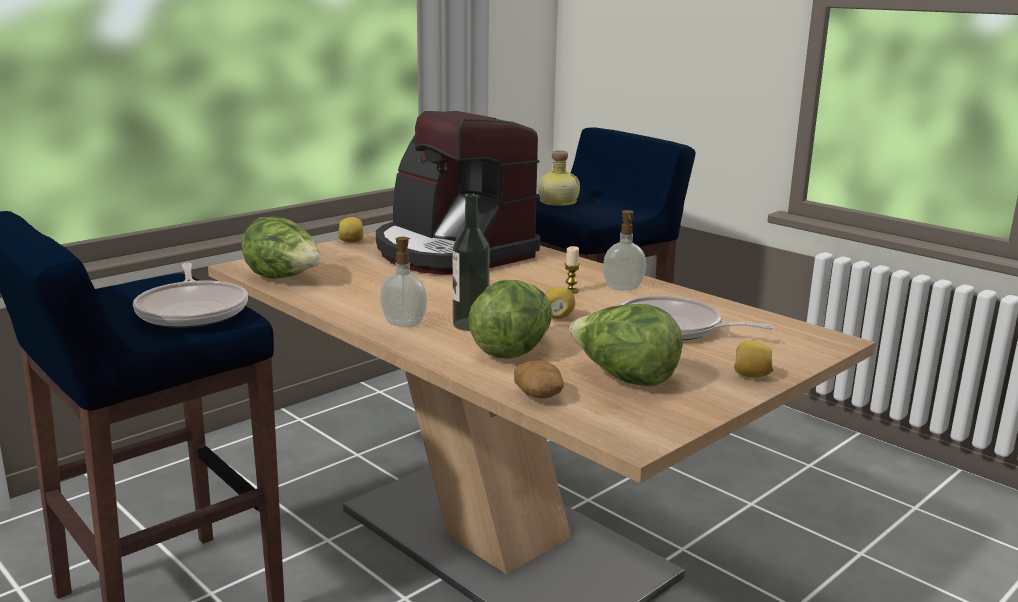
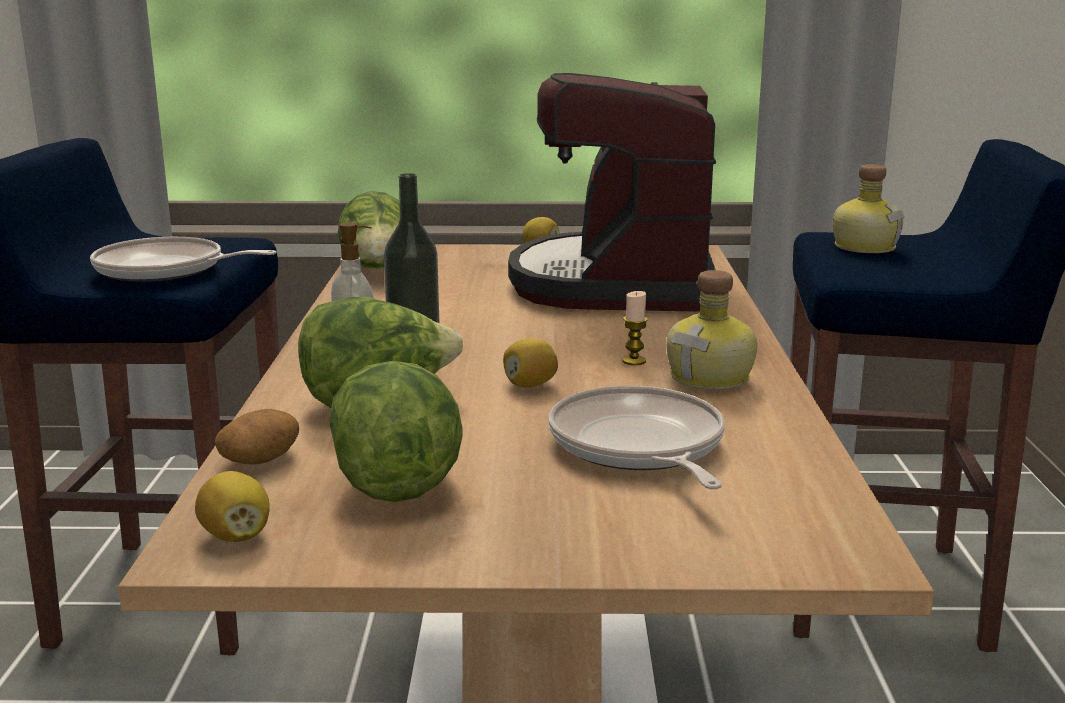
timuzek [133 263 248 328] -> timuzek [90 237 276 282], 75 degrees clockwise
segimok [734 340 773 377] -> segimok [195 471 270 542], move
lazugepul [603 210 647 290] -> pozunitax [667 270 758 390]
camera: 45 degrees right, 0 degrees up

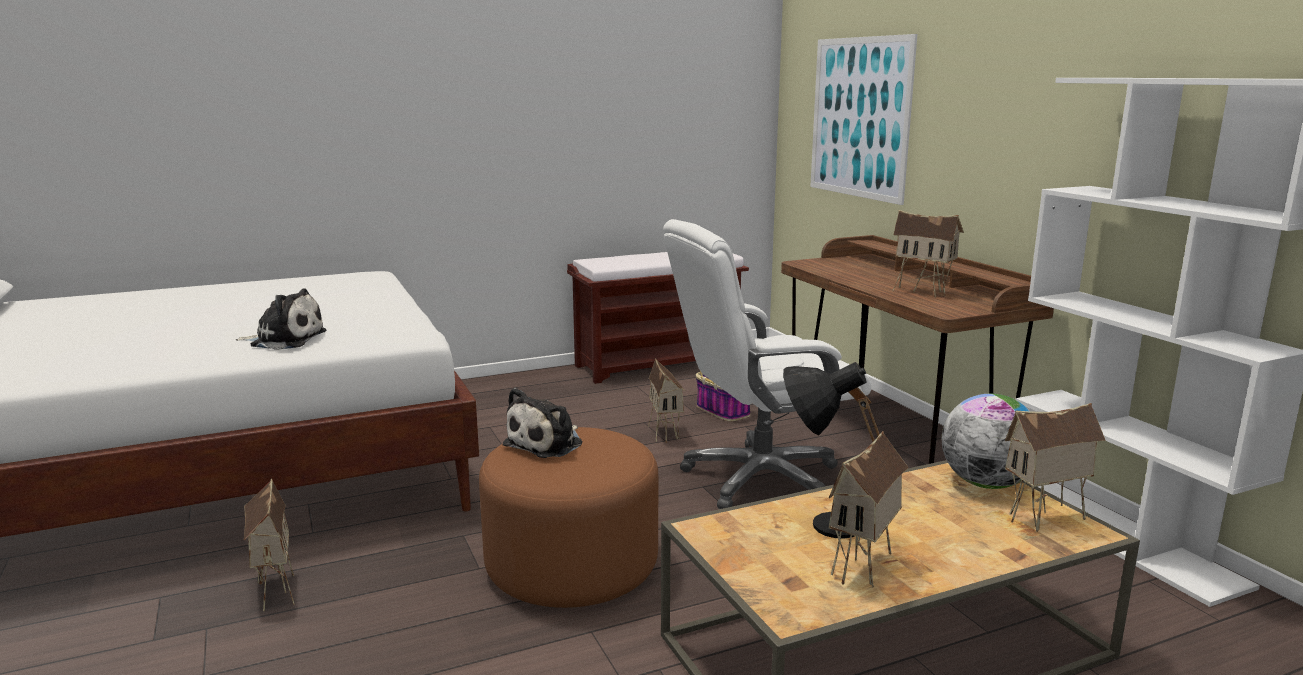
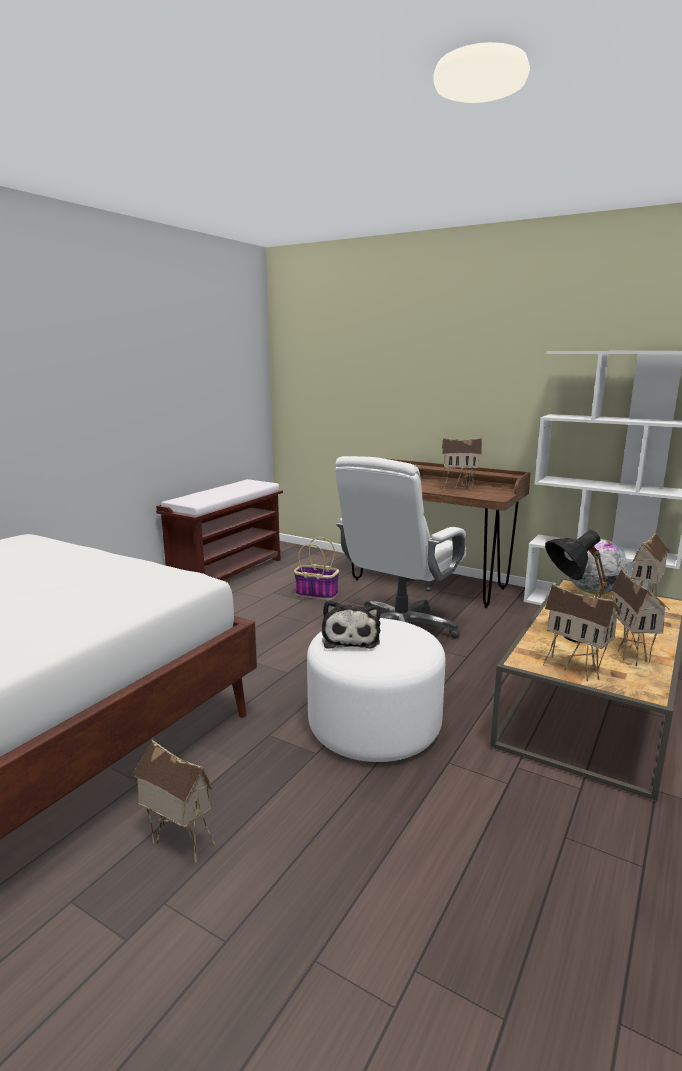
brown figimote [479 427 658 608] -> white figimote [307 618 445 762]
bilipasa [648 358 685 443] -> bilipasa [543 583 622 681], move
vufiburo [235 288 326 350] -> none
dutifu [810 34 917 205] -> none
camera: 35 degrees left, 0 degrees up

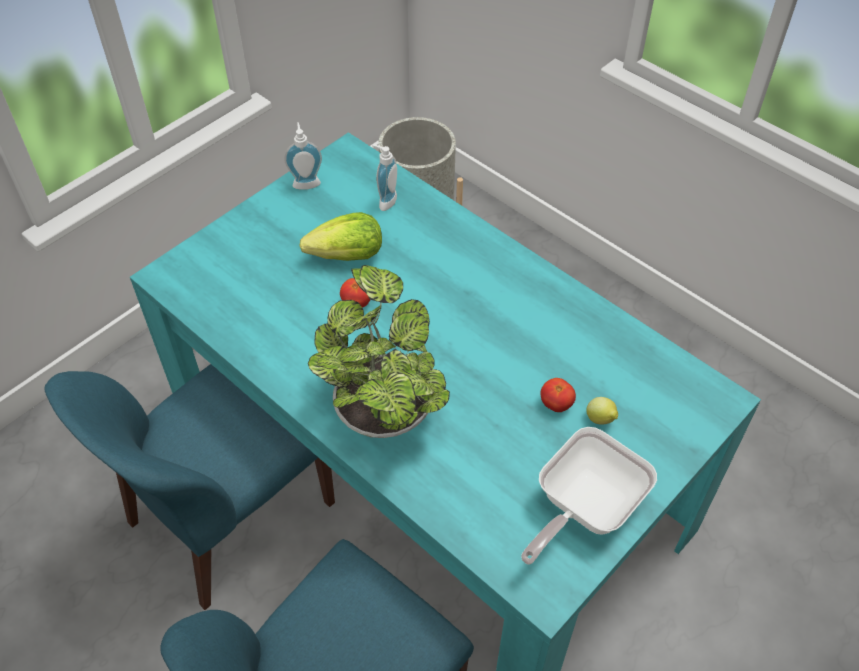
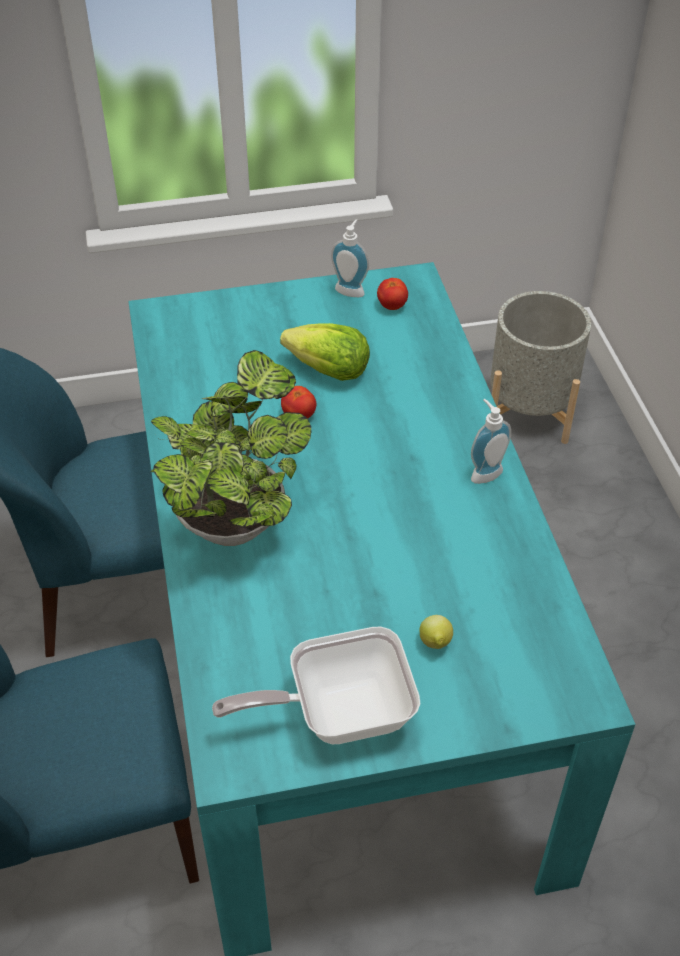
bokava [541 378 576 412] -> bokava [377 278 408 310], move
lazugepul [372 144 397 211] -> lazugepul [471 399 511 484], move
camera: 35 degrees right, 5 degrees down

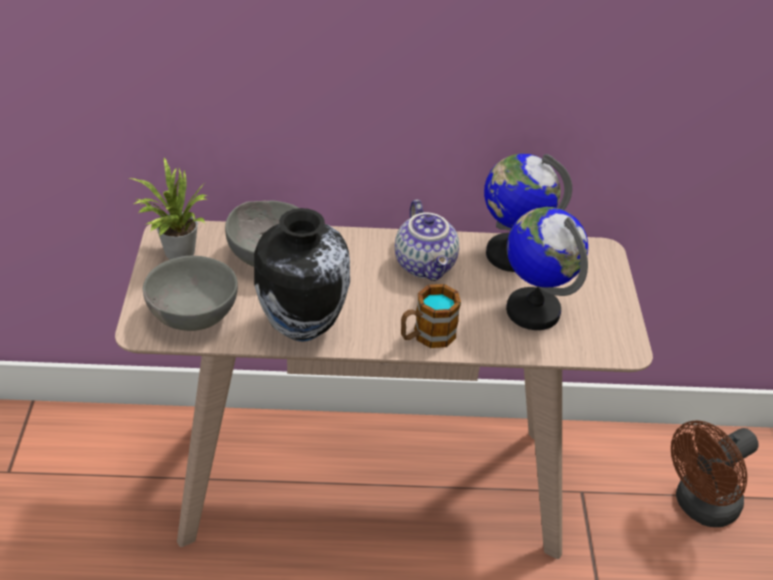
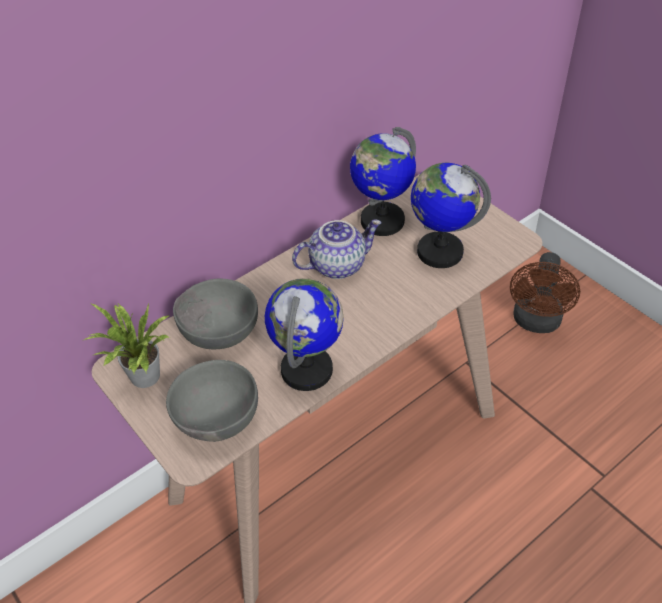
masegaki [254 208 350 342] -> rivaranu [265 278 343 391]
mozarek [395 200 459 281] -> mozarek [292 219 382 279], 60 degrees counterclockwise
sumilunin [401 284 461 348] -> none
camera: 35 degrees left, 5 degrees up

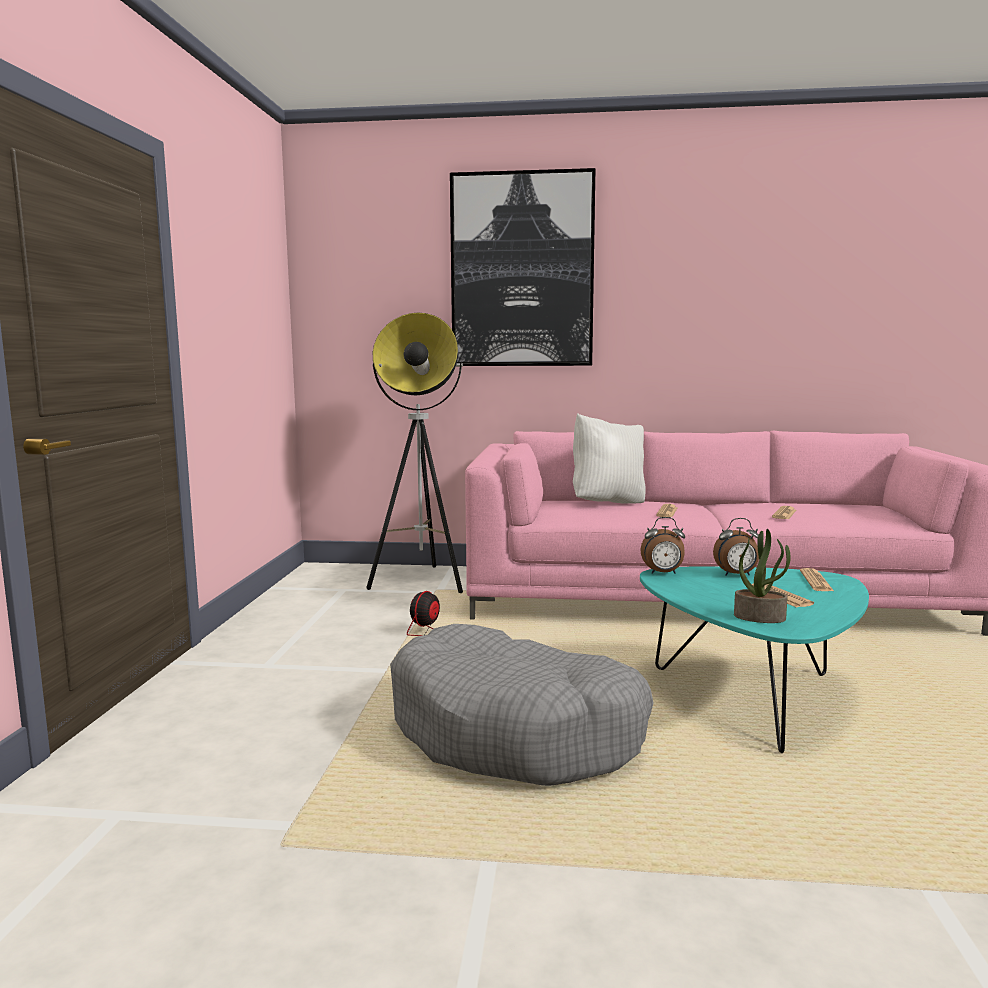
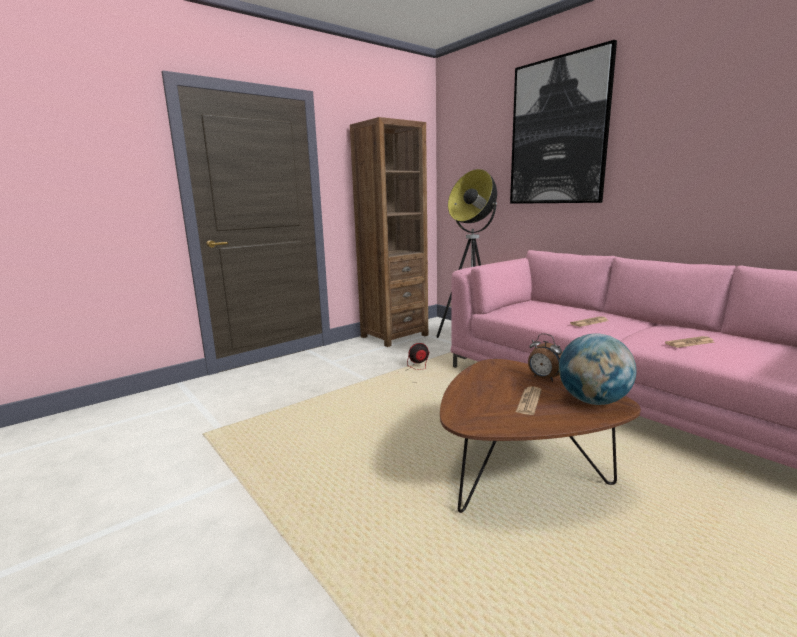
none -> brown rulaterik [350 117 428 347]
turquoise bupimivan [640 566 869 753] -> brown bupimivan [440 359 641 513]
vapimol [800 568 835 592] -> rivaranu [559 333 636 405]
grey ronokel [390 624 653 786] -> none
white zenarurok [573 413 646 503] -> none
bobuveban [641 517 685 574] -> none
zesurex [734 529 791 623] -> none
camera: 45 degrees right, 5 degrees up

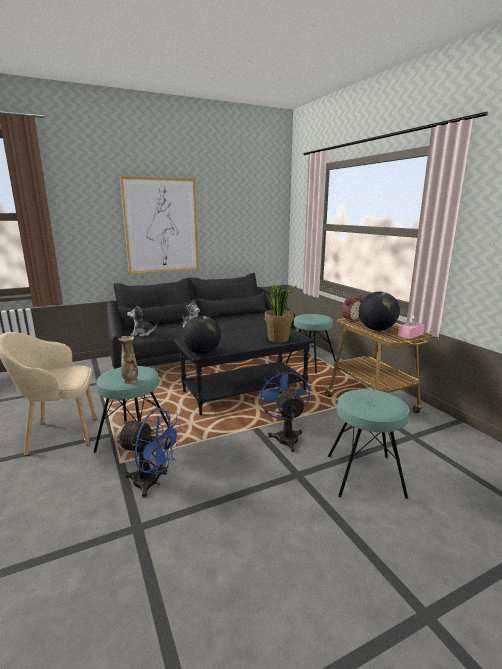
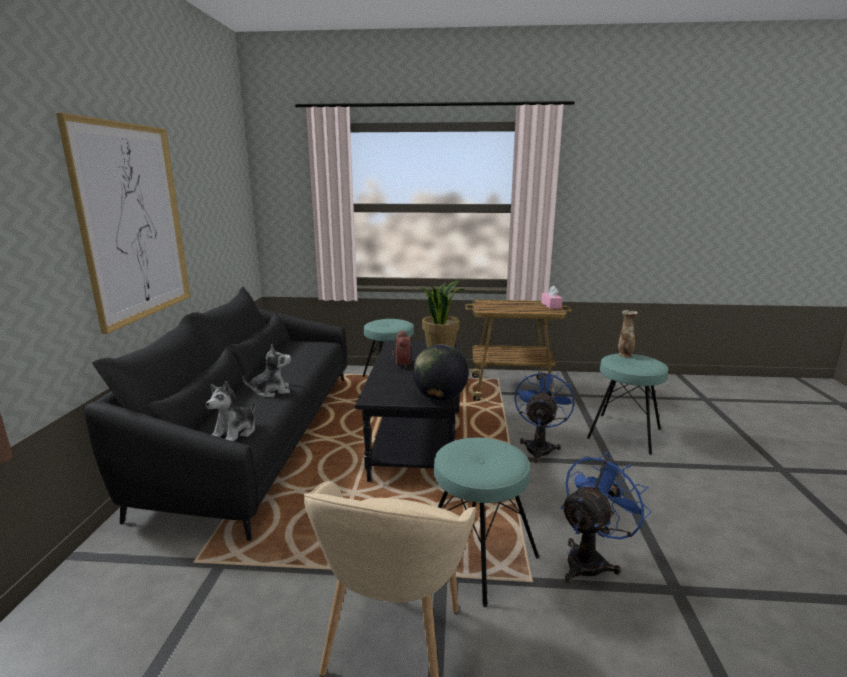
bobuveban [342 296 363 322] -> bobuveban [392 331 411 368], move
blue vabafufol [259 370 310 452] -> blue vabafufol [514 369 575 463], 90 degrees clockwise
masegaki [119 336 138 384] -> masegaki [618 310 638 357], move
rivaranu [359 292 400 331] -> none
camera: 60 degrees left, 0 degrees up

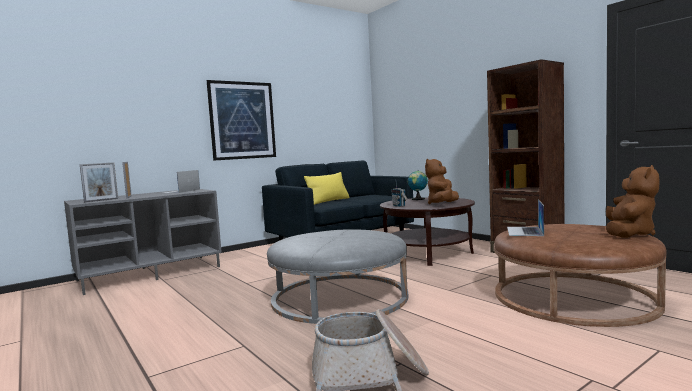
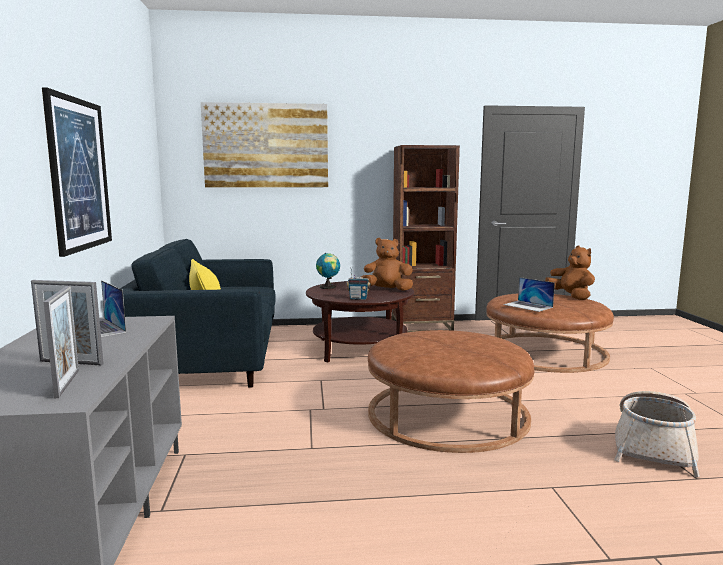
none -> dutifu [201 102 328 188]
brown vufiburo [425 159 459 204] -> brown vufiburo [361 238 413 291], 120 degrees clockwise
grey figimote [267 230 408 324] -> brown figimote [368 330 534 453]
camera: 60 degrees left, 5 degrees up

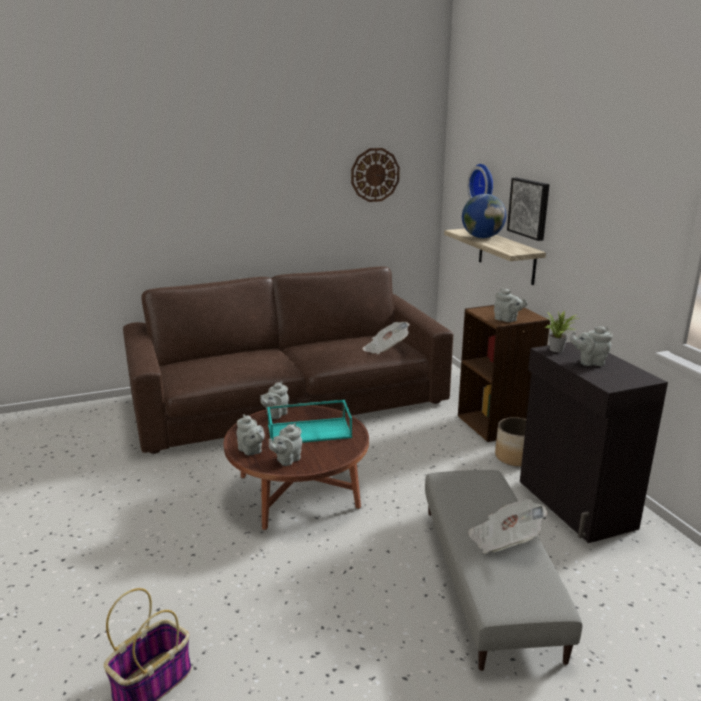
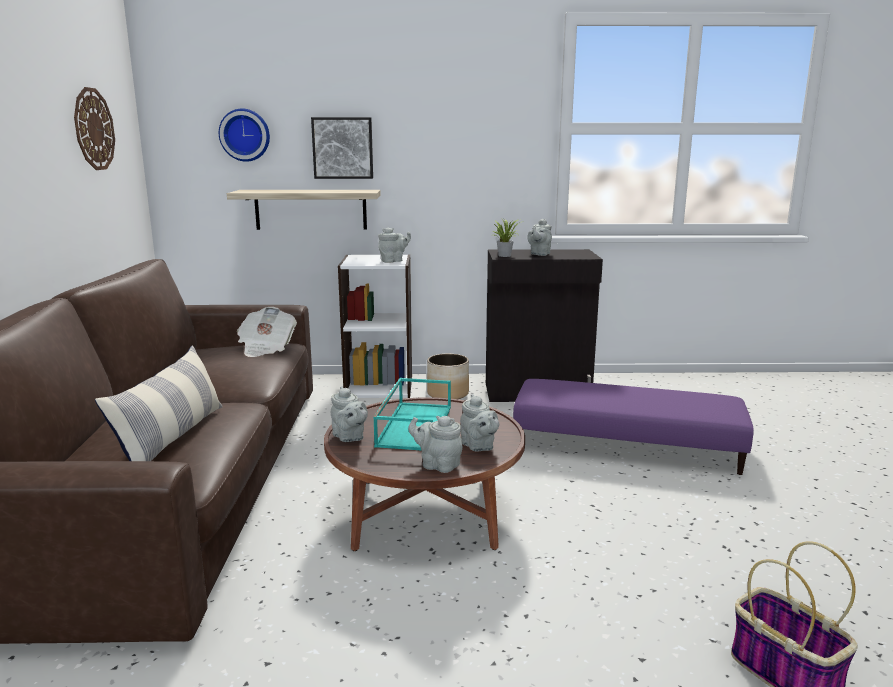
none -> zenarurok [95 345 223 461]
brown rulaterik [458 305 550 442] -> white rulaterik [338 254 412 398]
grey mozarek [236 414 265 455] -> grey mozarek [408 416 463 473], 135 degrees counterclockwise
grey figimote [425 470 582 671] -> purple figimote [513 379 754 475]
rivaranu [462 194 506 238] -> none
vapimol [468 499 547 554] -> none
camera: 70 degrees left, 5 degrees down

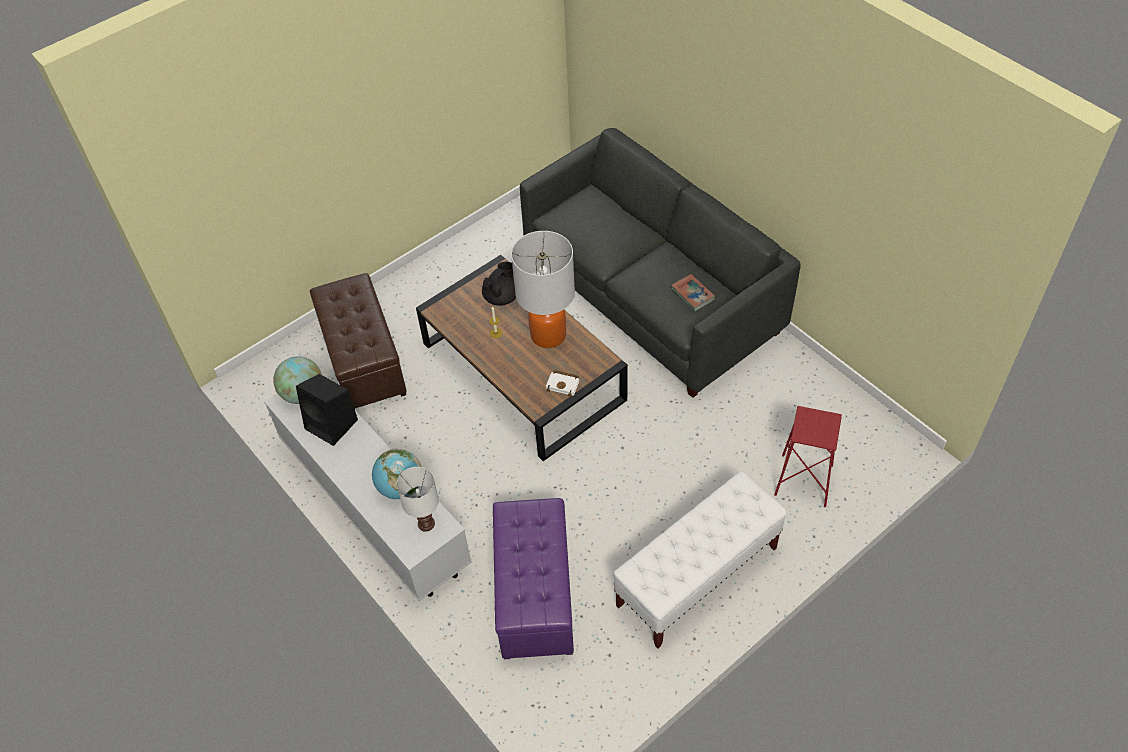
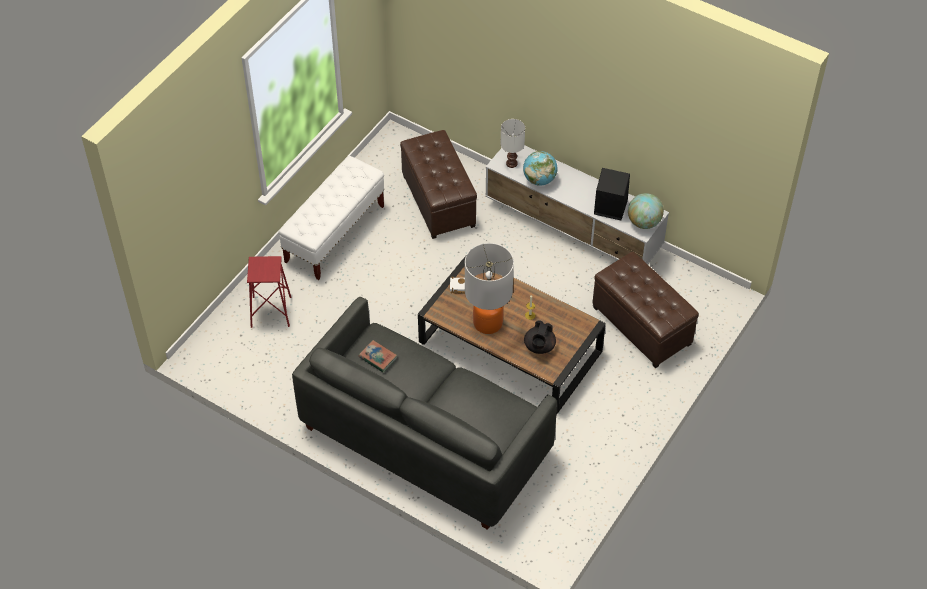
purple figimote [493 498 574 659] -> brown figimote [400 130 477 239]
camera: 160 degrees right, 0 degrees up

